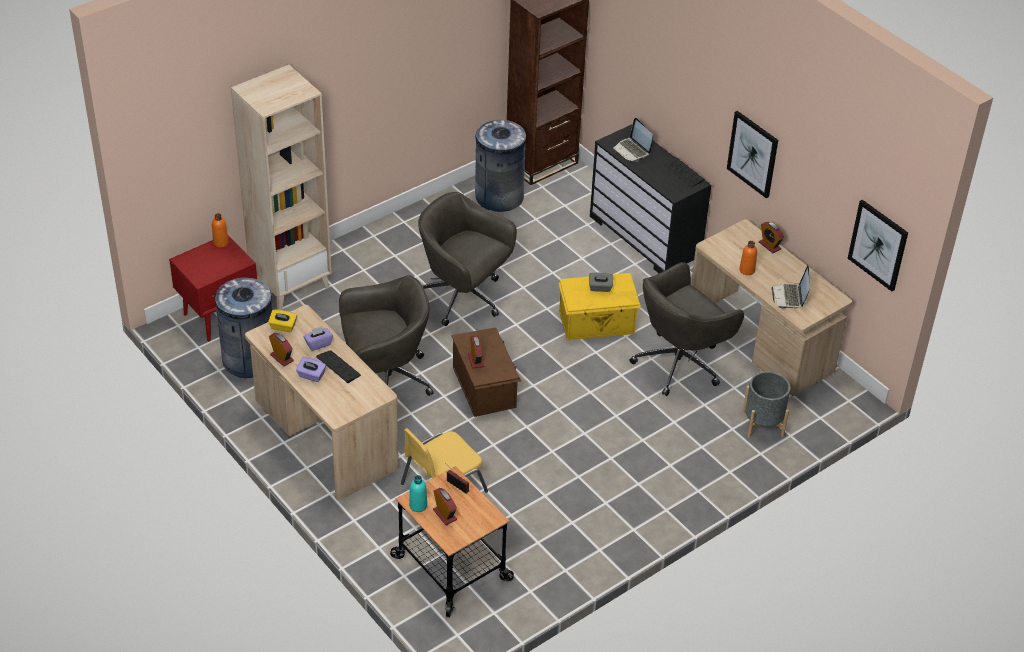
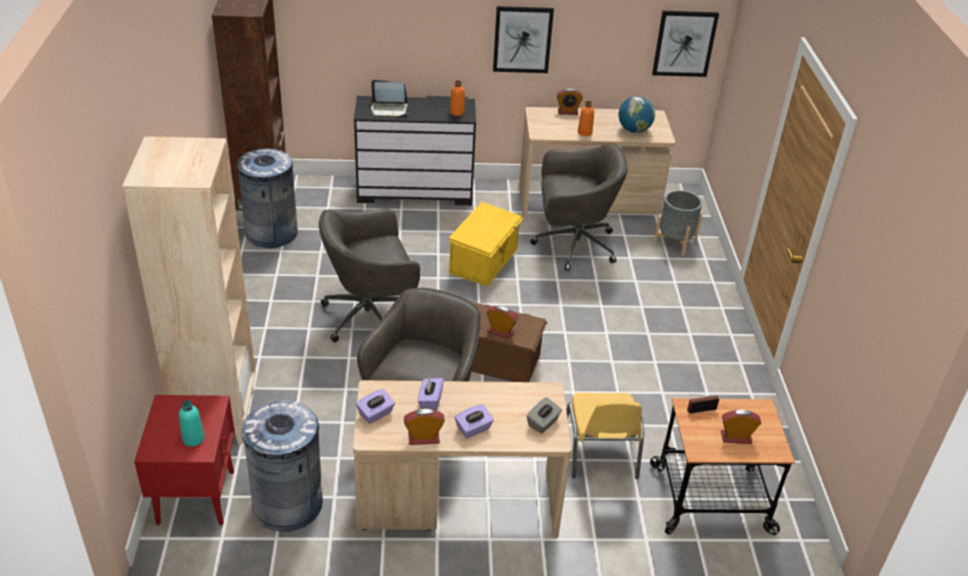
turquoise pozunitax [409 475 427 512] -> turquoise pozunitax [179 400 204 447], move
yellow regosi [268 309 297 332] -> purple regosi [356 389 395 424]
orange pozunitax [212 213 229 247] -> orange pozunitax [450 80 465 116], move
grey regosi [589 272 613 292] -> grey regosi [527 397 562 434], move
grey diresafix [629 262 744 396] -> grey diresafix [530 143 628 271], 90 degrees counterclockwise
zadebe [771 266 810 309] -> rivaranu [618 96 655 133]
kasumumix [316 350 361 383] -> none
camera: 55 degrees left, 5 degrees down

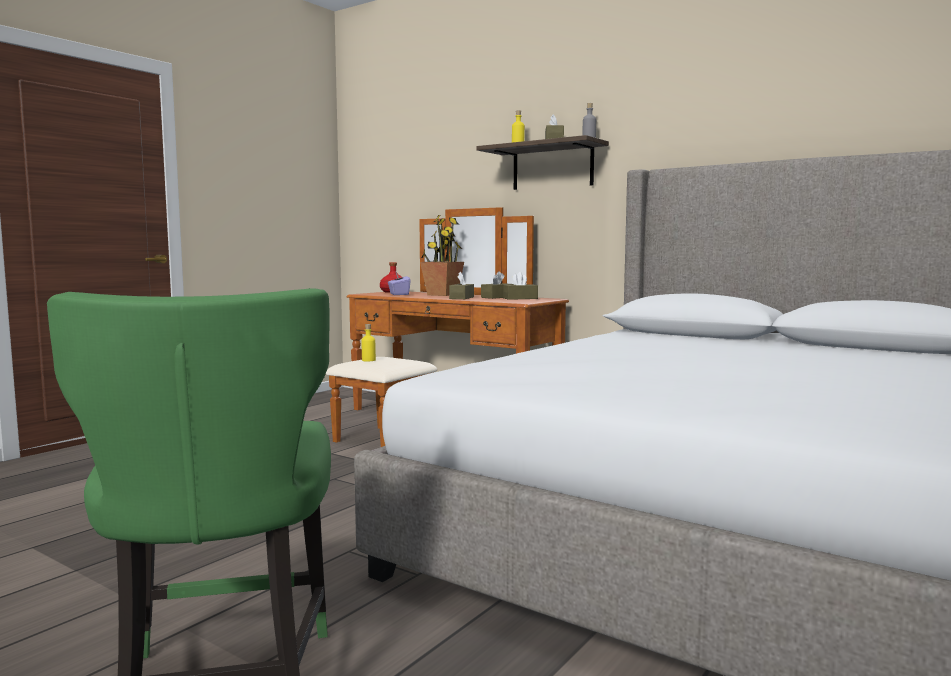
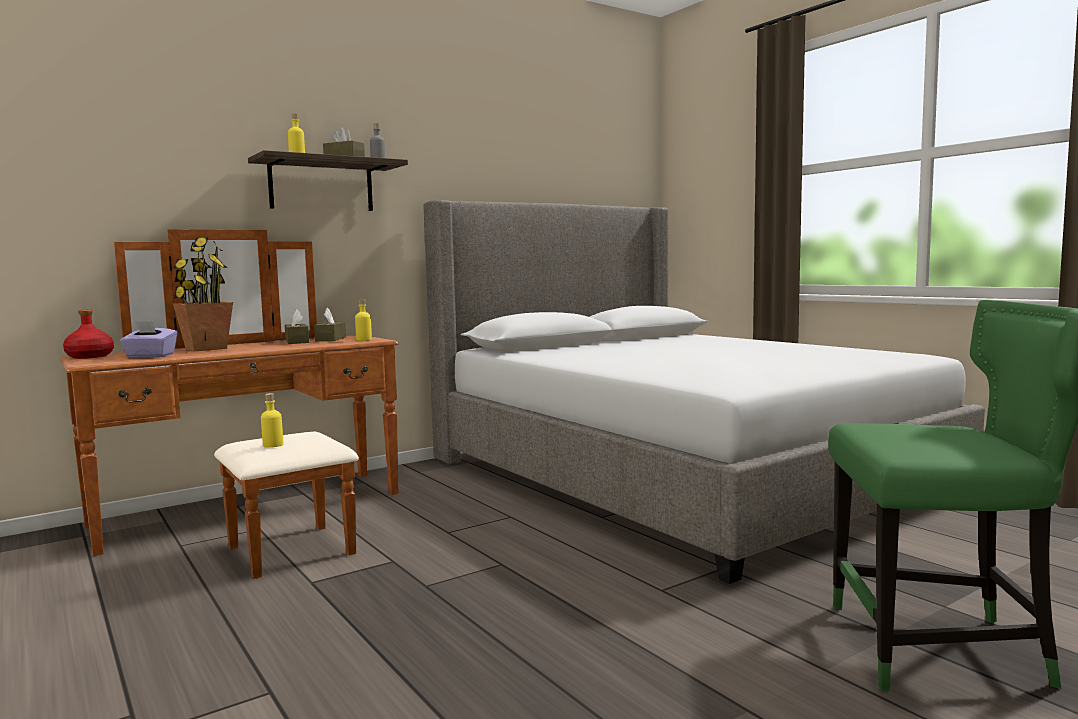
none -> yellow pozunitax [355 299 372 341]
brown regosi [449 272 474 299] -> none
camera: 70 degrees left, 0 degrees up

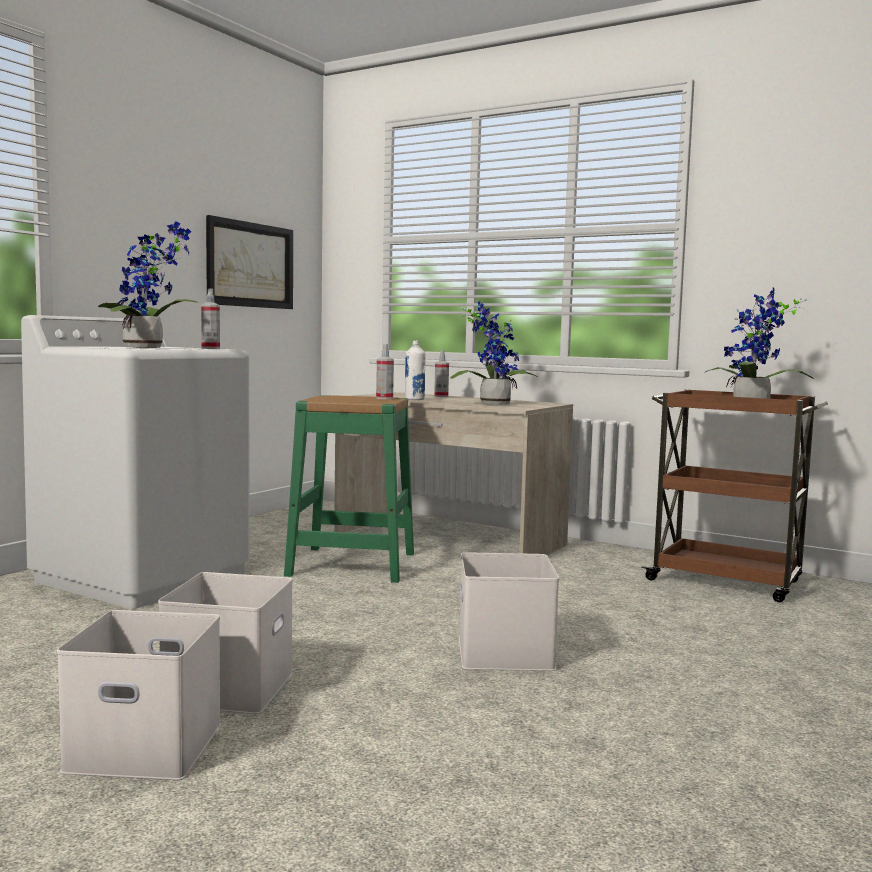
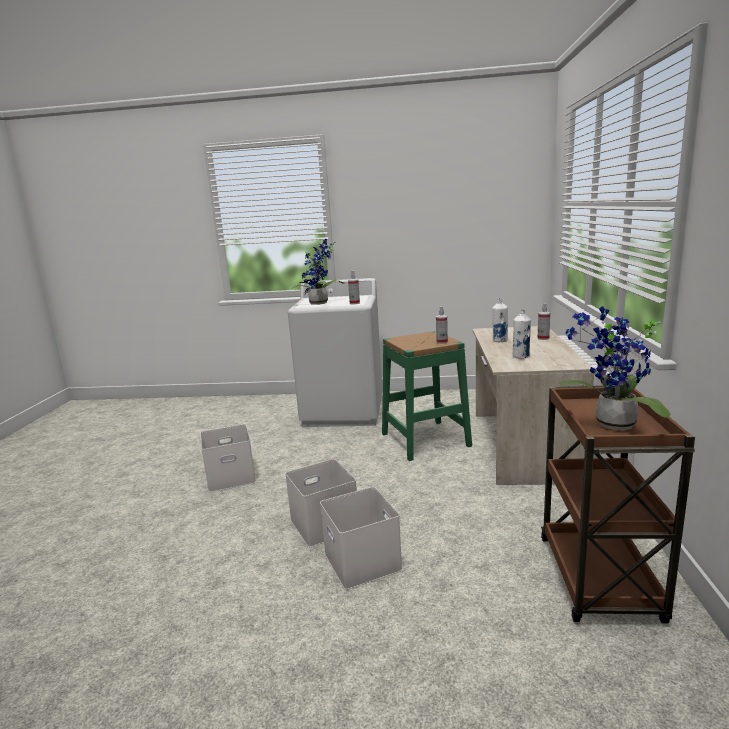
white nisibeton [57 610 221 780] -> white nisibeton [320 487 403 590], move
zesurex [450 301 537 405] -> white pozunitax [513 309 531 359]
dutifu [206 215 293 309] -> none
camera: 65 degrees right, 10 degrees up

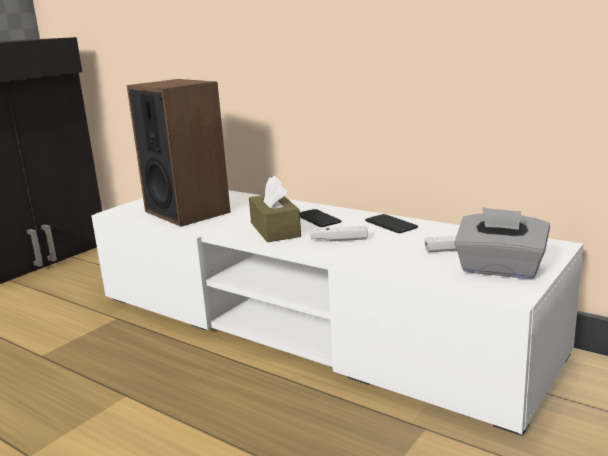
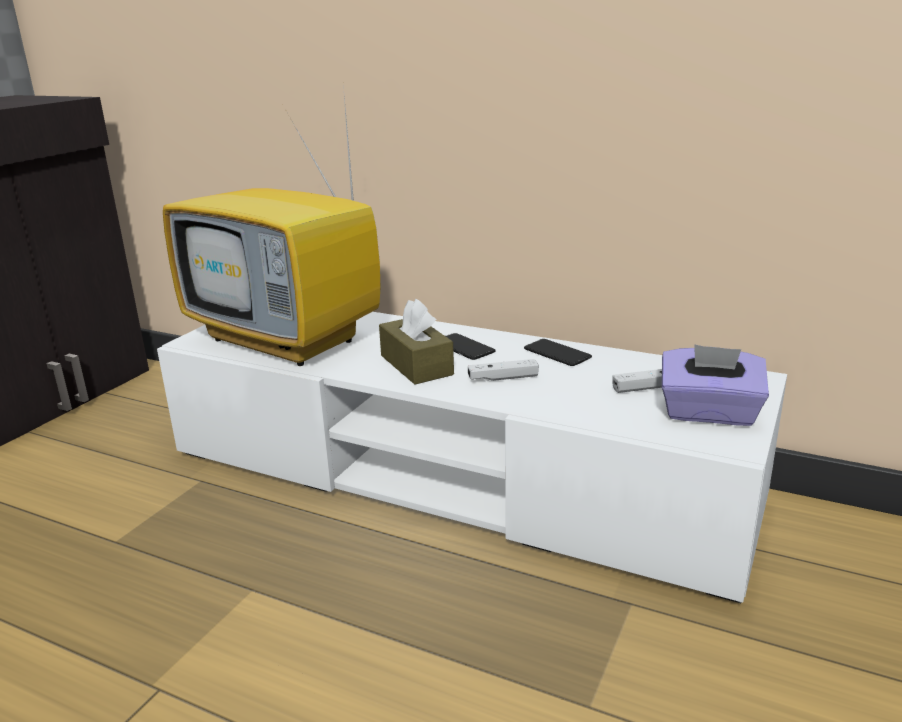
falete [127 79 231 227] -> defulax [163 86 381 366]
grey regosi [454 207 550 279] -> purple regosi [662 344 769 426]
camera: 10 degrees left, 5 degrees up

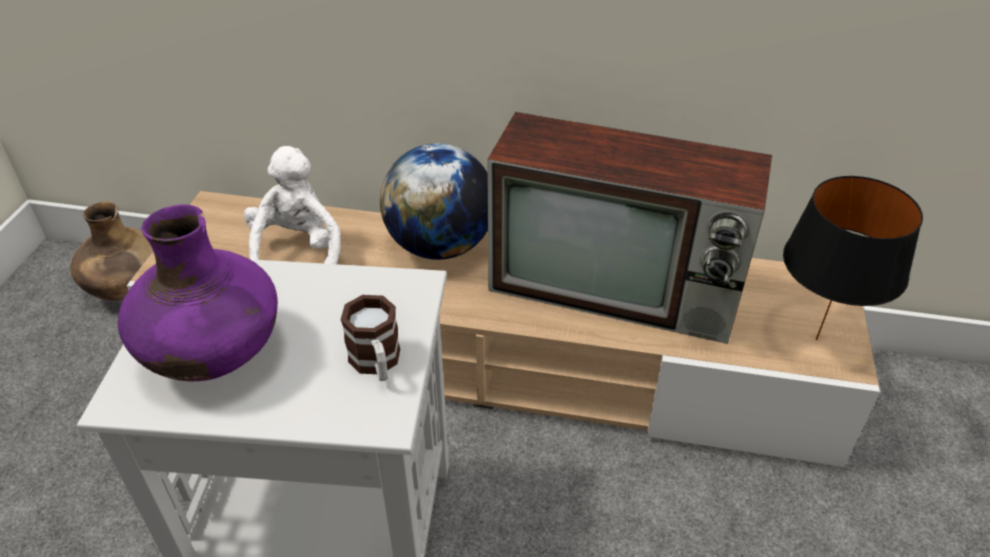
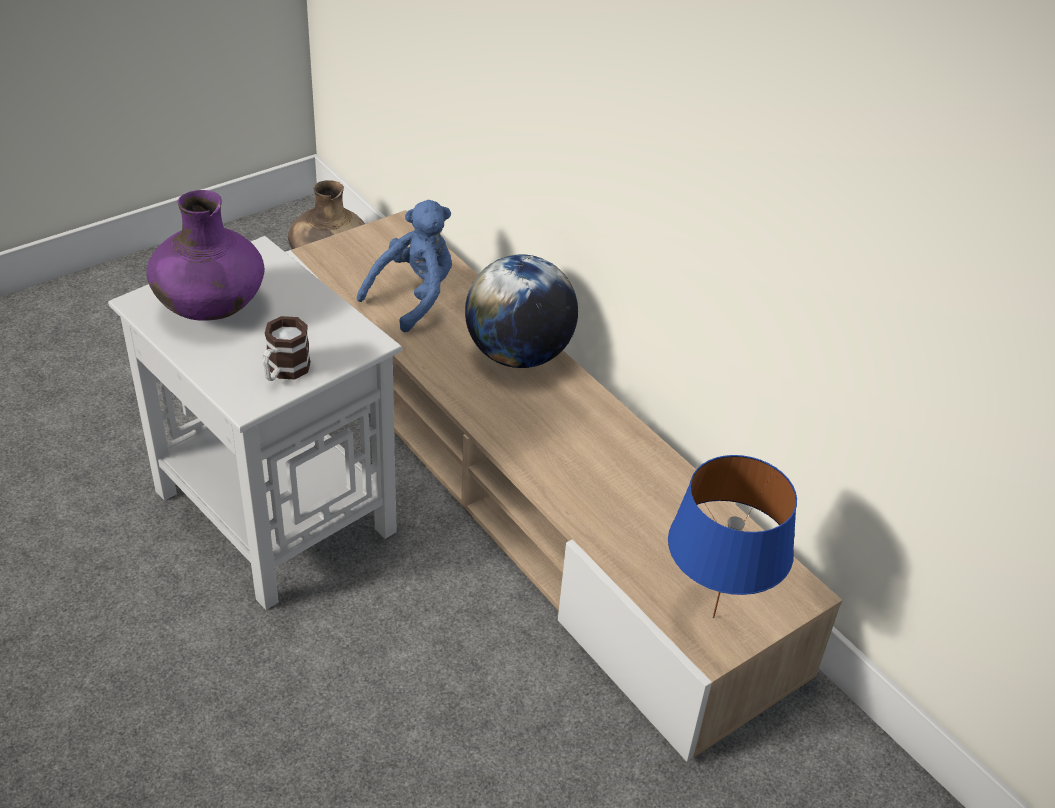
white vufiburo [244 146 341 264] -> blue vufiburo [357 200 452 332]
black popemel [783 176 923 340] -> blue popemel [668 455 797 618]
defulax [487 112 772 344] -> none
camera: 40 degrees right, 0 degrees up

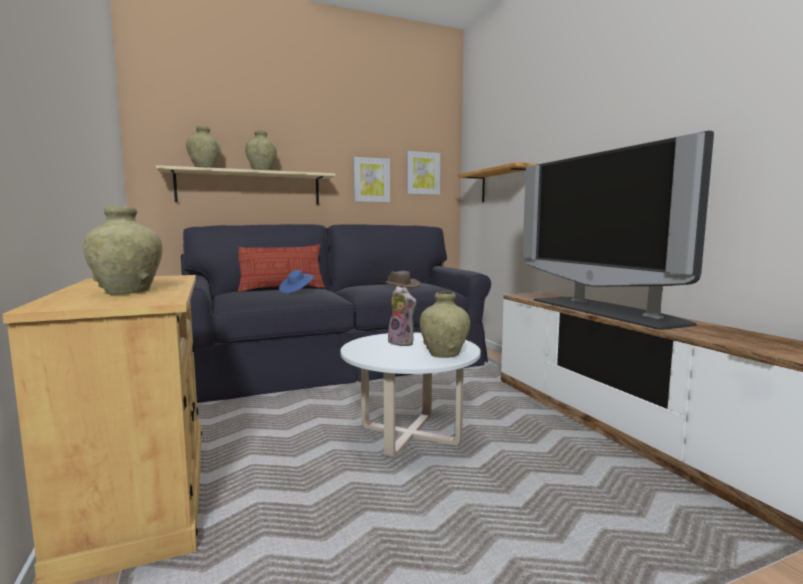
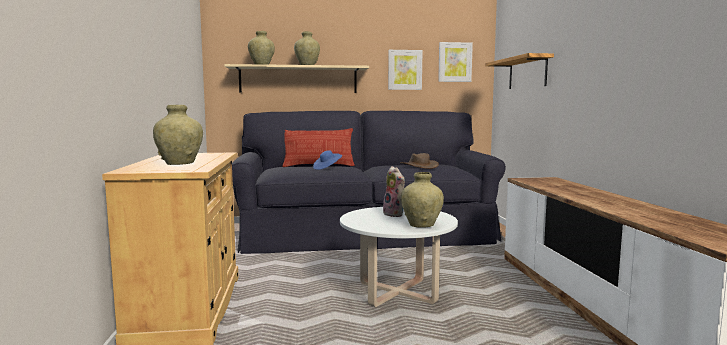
defulax [523 131 714 330] -> none
camera: 15 degrees right, 0 degrees up

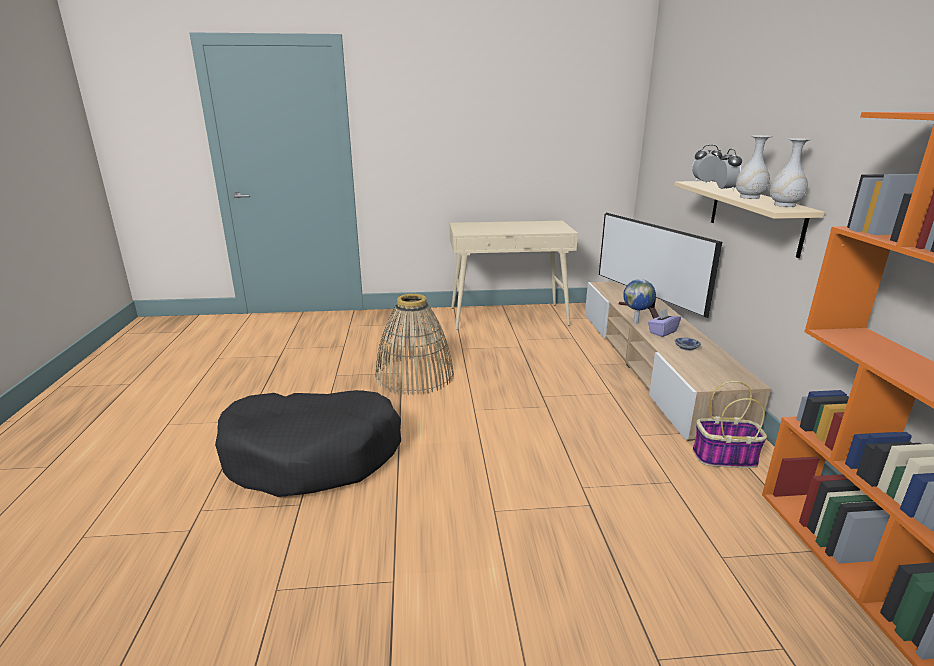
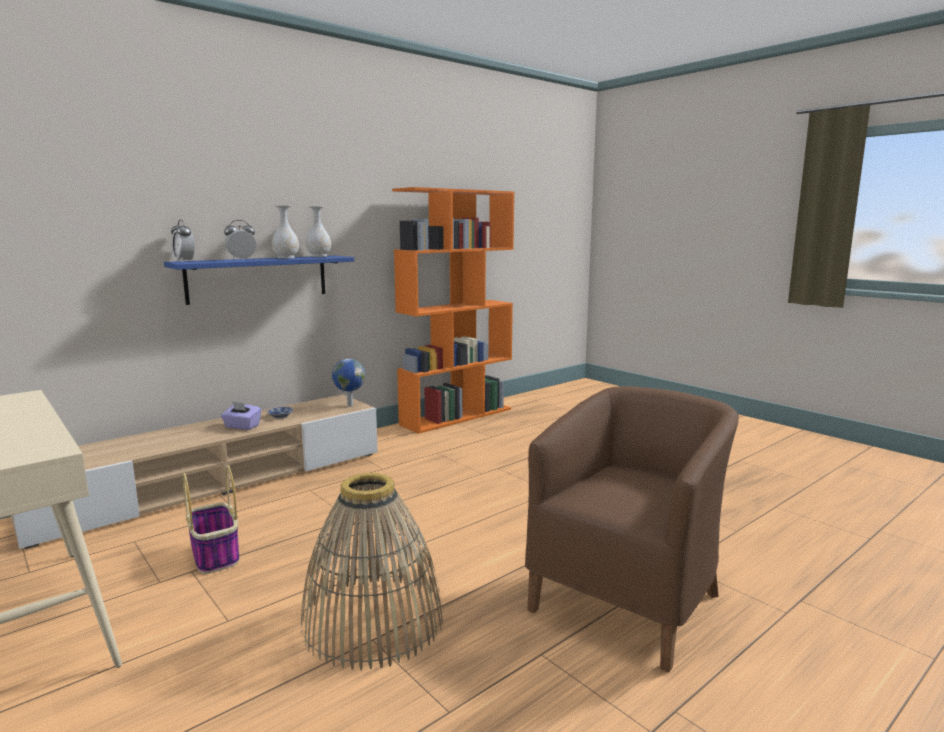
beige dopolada [674 181 825 258] -> blue dopolada [164 256 354 305]
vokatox [693 381 767 468] -> vokatox [182 465 239 574], move
rivaranu [623 279 656 324] -> rivaranu [332 359 366 407], move
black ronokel [215 390 401 497] -> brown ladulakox [525 386 739 673]
defulax [599 213 722 319] -> none
camera: 125 degrees left, 10 degrees down

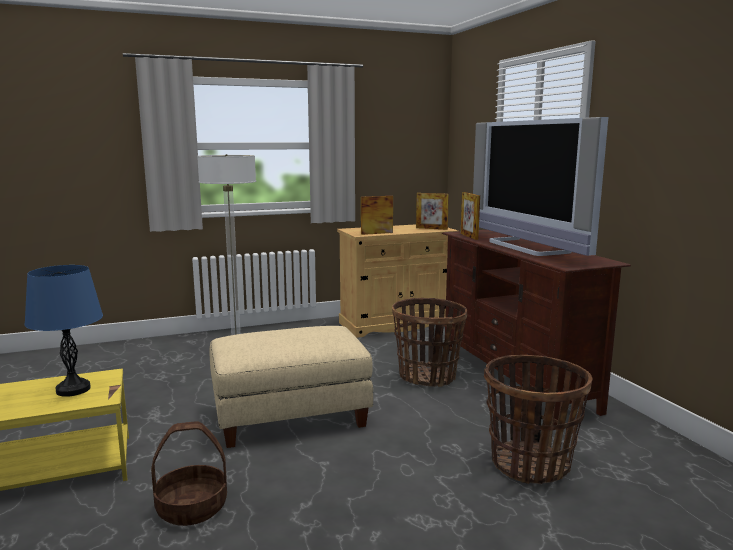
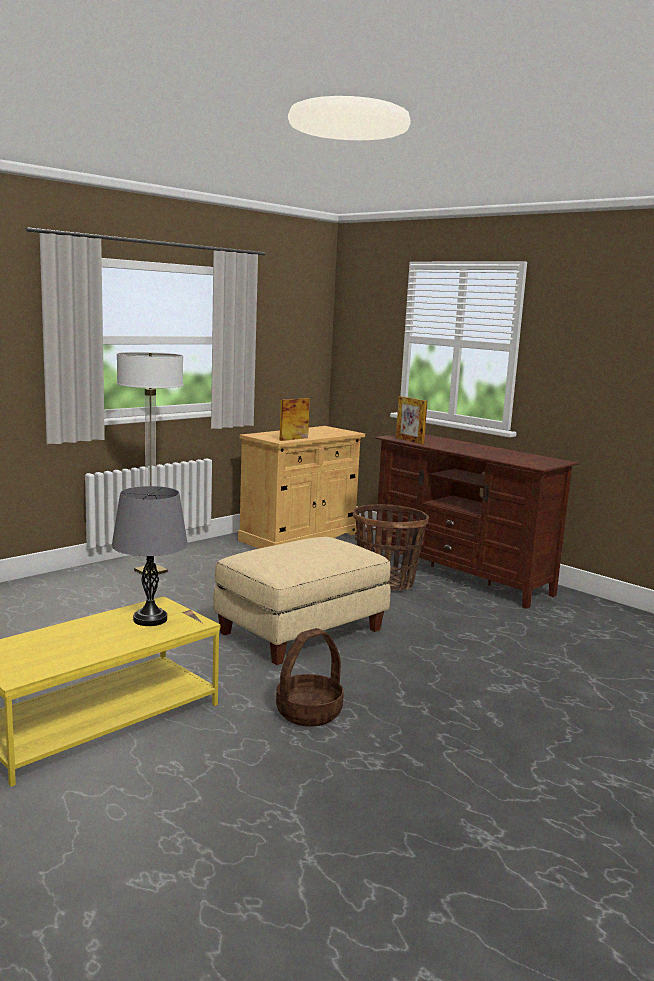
blue popemel [24 265 103 397] -> grey popemel [112 486 188 626]
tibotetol [416 193 449 230] -> none
defulax [473 117 608 256] -> none
vokatox [484 355 593 484] -> none
camera: 25 degrees left, 0 degrees up

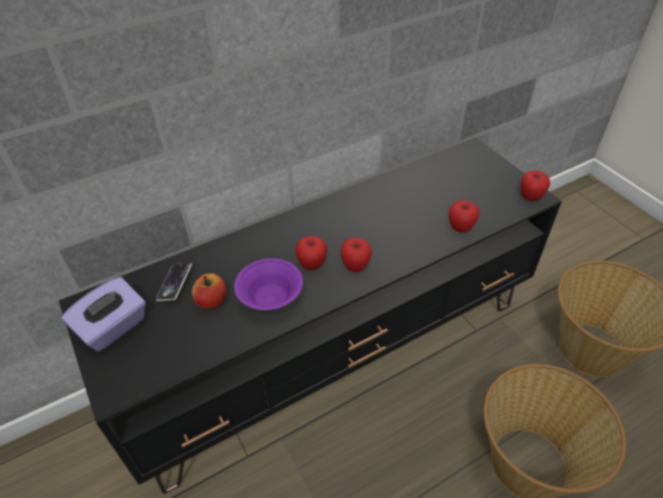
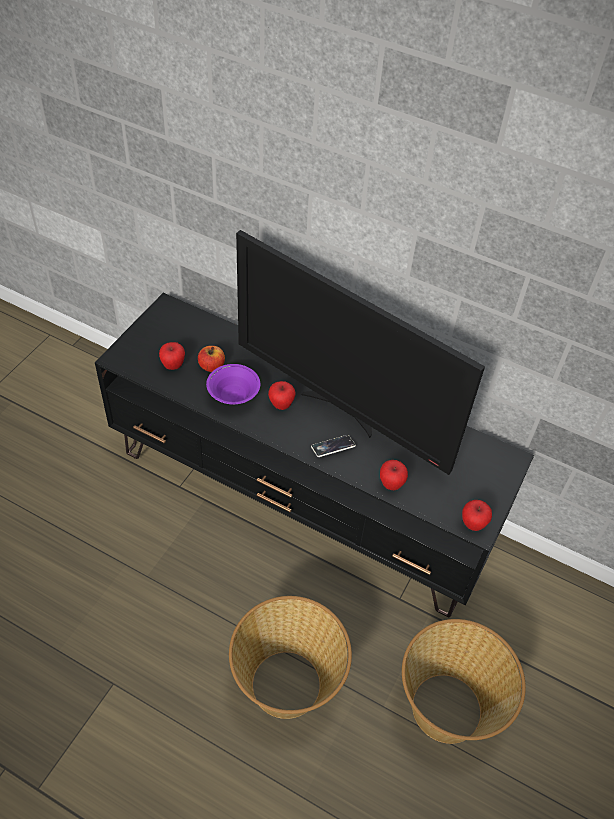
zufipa [340 238 372 272] -> zufipa [159 342 185 370], move
none -> defulax [236 230 485 475]
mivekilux [156 263 192 301] -> mivekilux [311 435 356 457], move
purple regosi [61 277 146 352] -> none
camera: 55 degrees right, 5 degrees up

